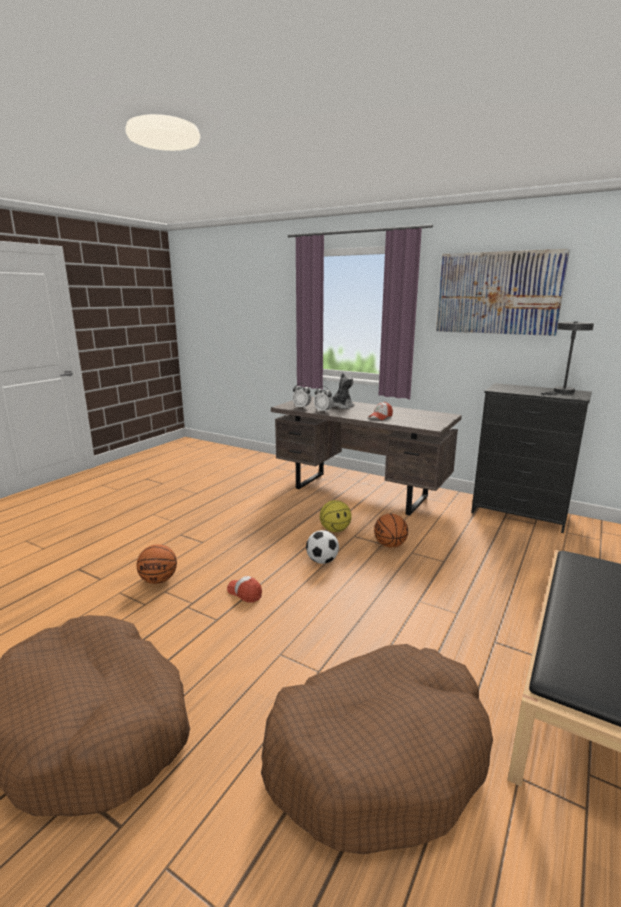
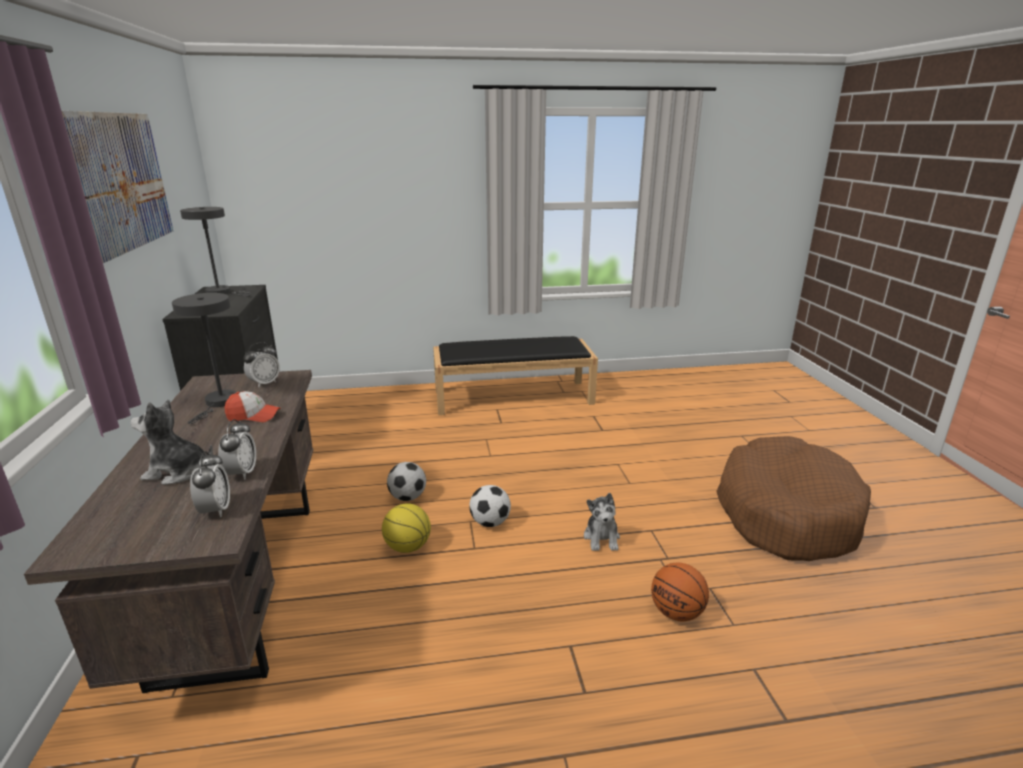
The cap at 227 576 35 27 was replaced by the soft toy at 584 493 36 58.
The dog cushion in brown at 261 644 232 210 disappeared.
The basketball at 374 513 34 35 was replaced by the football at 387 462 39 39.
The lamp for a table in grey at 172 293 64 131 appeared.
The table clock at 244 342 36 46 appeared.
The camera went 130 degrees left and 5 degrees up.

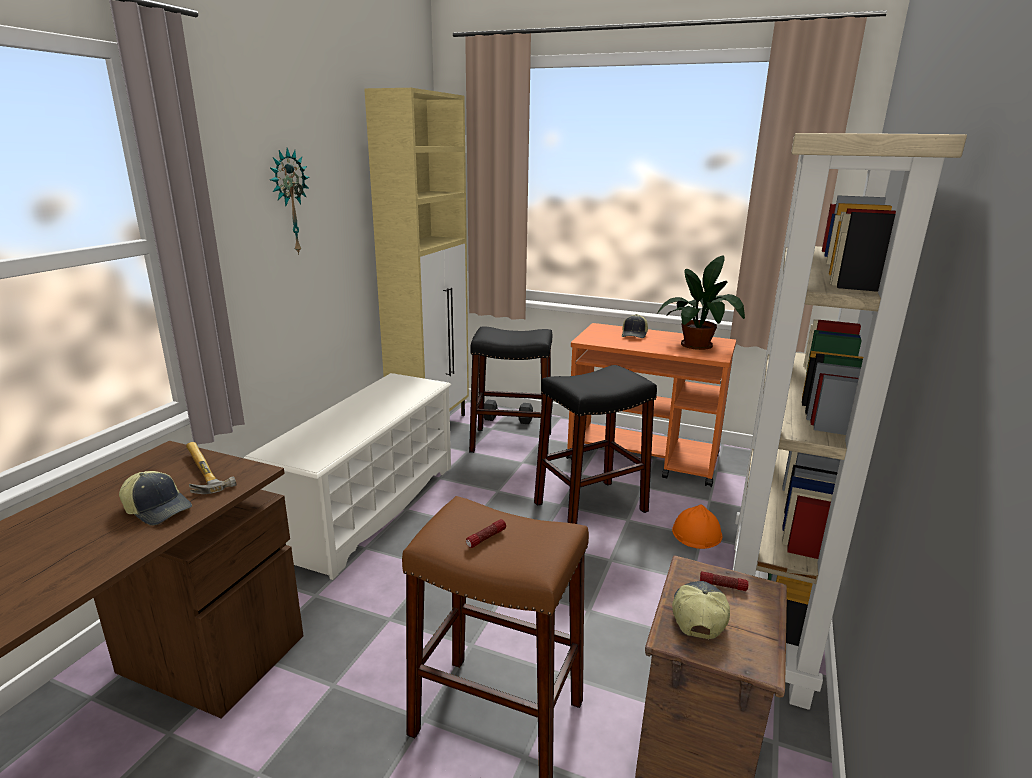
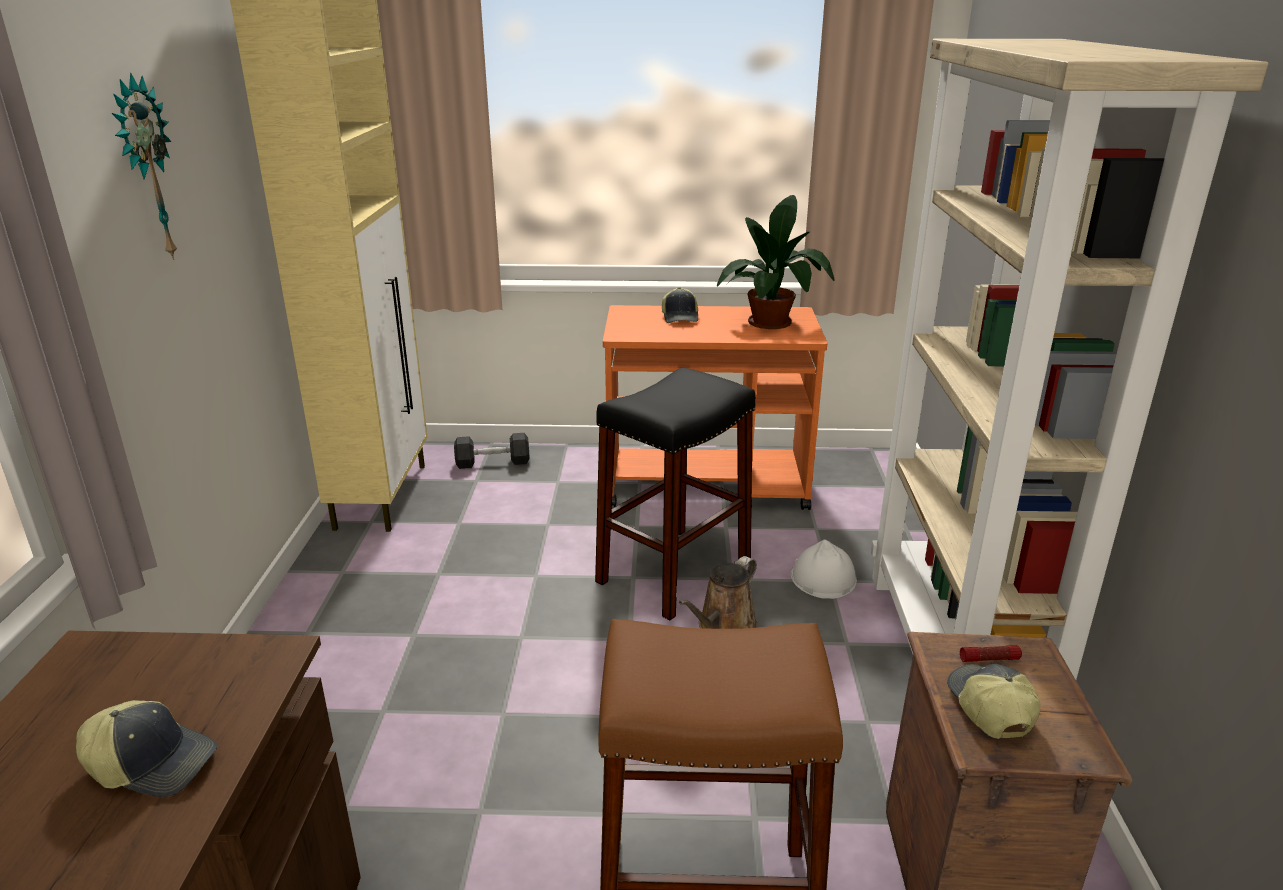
The hammer at 186 442 51 52 disappeared.
The shoe stand in white at 244 373 208 207 disappeared.
The torch at 466 519 40 29 disappeared.
The sitting stool in blackish at 469 326 83 127 disappeared.
The safety helmet in orange-coloured at 672 505 50 44 became the safety helmet in white at 791 539 66 60.
The watering can in brown at 679 556 79 73 appeared.
The camera went 20 degrees left and 5 degrees up.

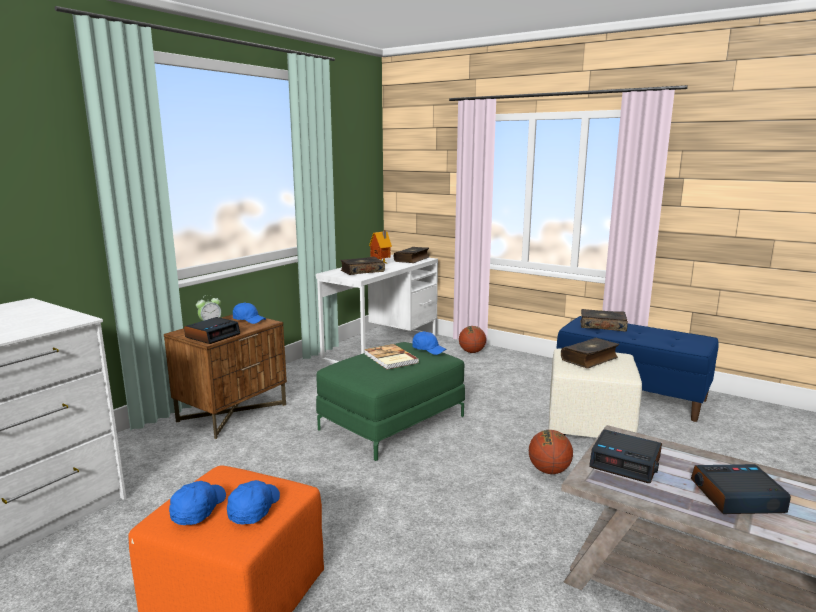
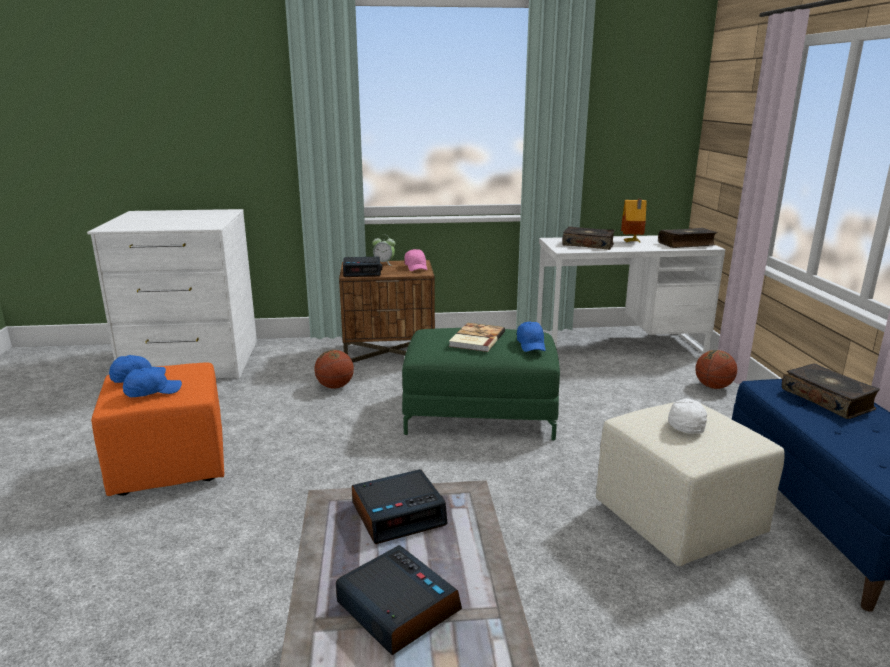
The cap in blue at 233 303 33 21 became the cap in pink at 404 249 23 22.
The basketball moved from 529 430 44 44 to 314 350 40 39.
The book at 561 338 58 30 was replaced by the cap in white at 668 398 39 36.
The table clock at 589 429 73 54 turned 105 degrees counterclockwise.
The camera went 50 degrees right and 5 degrees up.

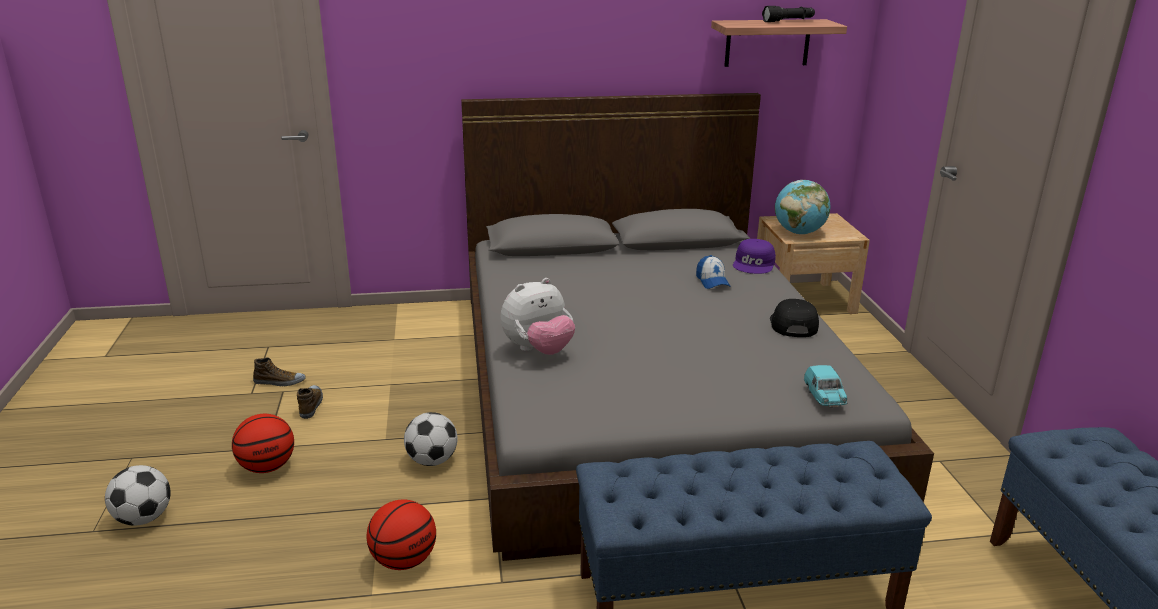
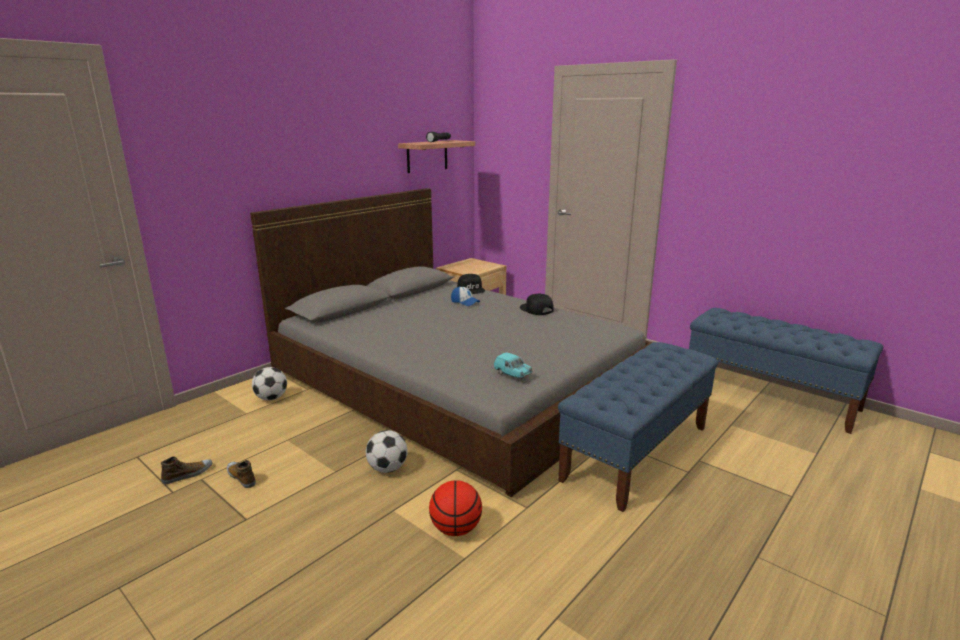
The football moved from 105 465 66 61 to 252 367 35 34.
The basketball at 232 414 62 59 disappeared.
The soft toy at 501 278 74 77 disappeared.
The cap in purplish at 733 239 43 35 became the cap in blackish at 457 274 28 20.
The desk globe at 775 180 55 55 disappeared.
The model car in turquoise moved from 804 365 44 43 to 494 353 38 25.
The camera went 40 degrees left and 5 degrees down.

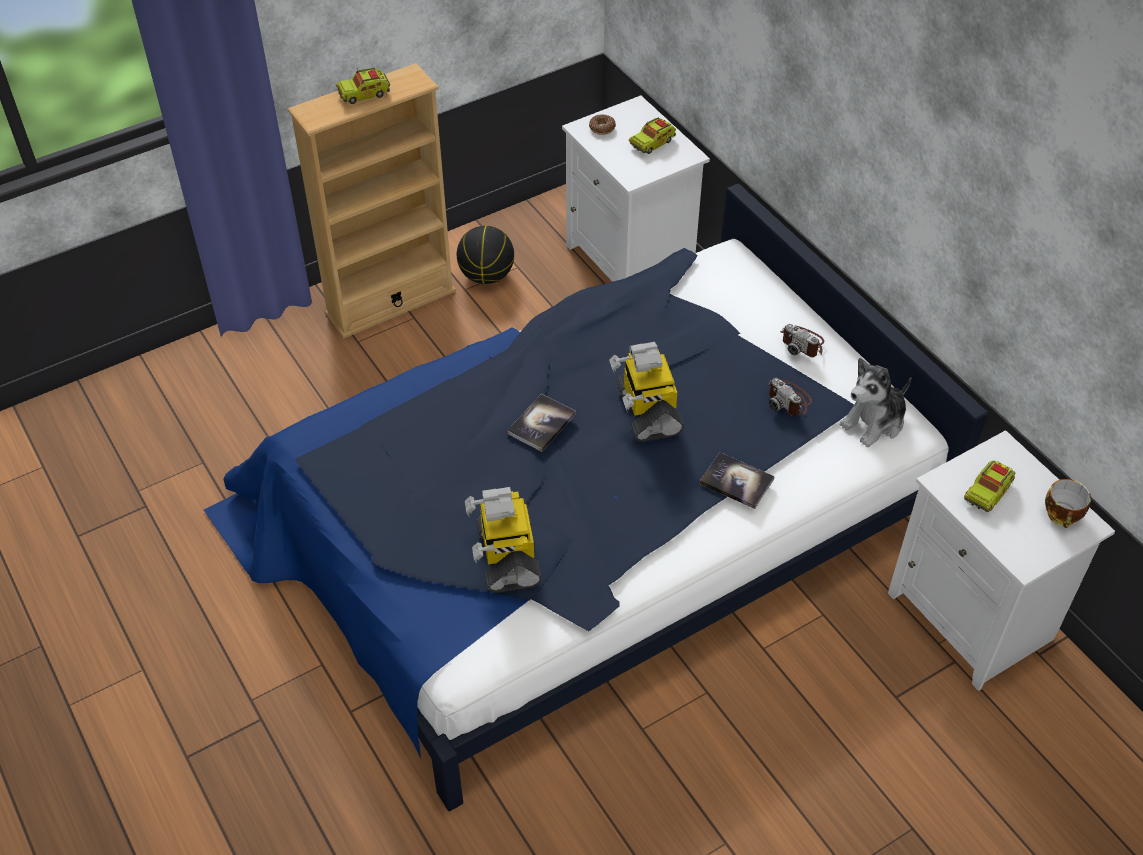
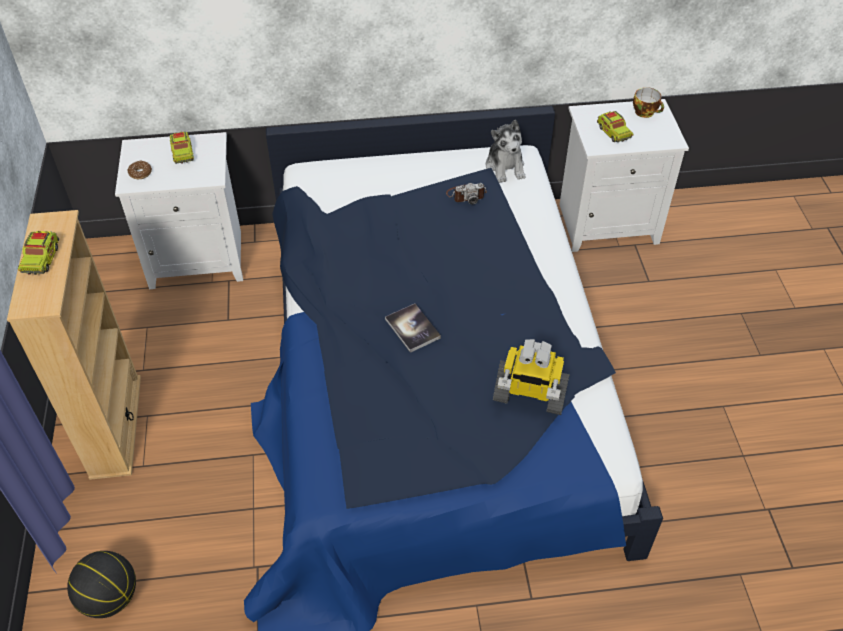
The basketball moved from 457 226 57 58 to 67 551 69 67.
The robot figure at 609 342 75 100 disappeared.
The book at 700 452 75 57 disappeared.
The photo camera at 780 324 44 33 disappeared.
The camera went 65 degrees left and 0 degrees up.

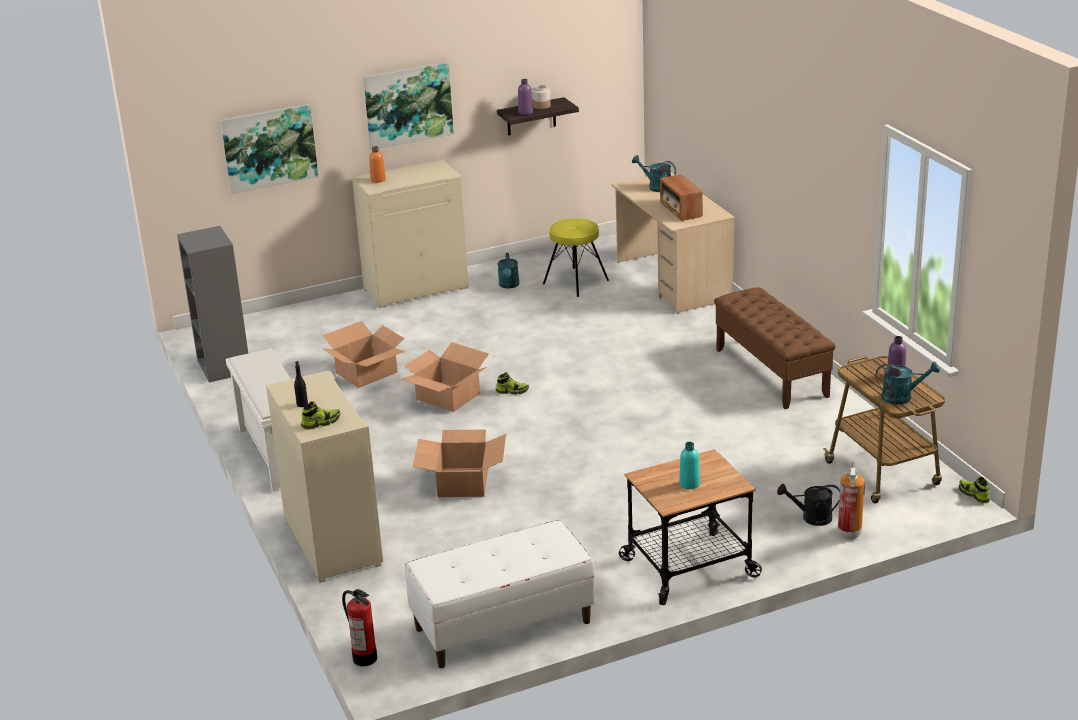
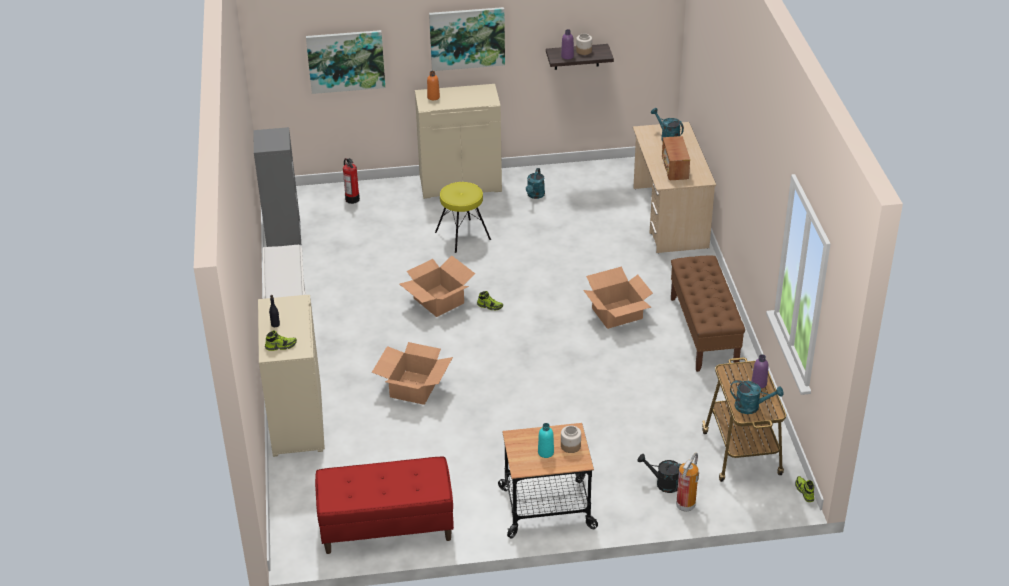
The packing box moved from 323 321 82 67 to 583 266 70 63.
The fire extinguisher moved from 342 589 35 77 to 343 158 17 46.
The indoor bench in white at 405 520 190 148 became the indoor bench in red at 315 457 139 97.
The sitting stool in yellow moved from 543 218 66 79 to 435 182 56 71.
The jar at 561 426 20 27 appeared.
The camera went 15 degrees right and 10 degrees up.

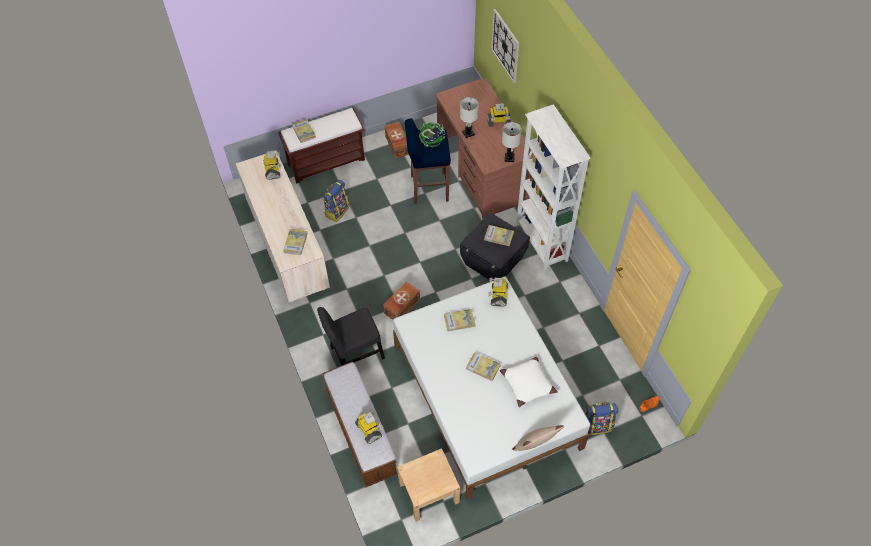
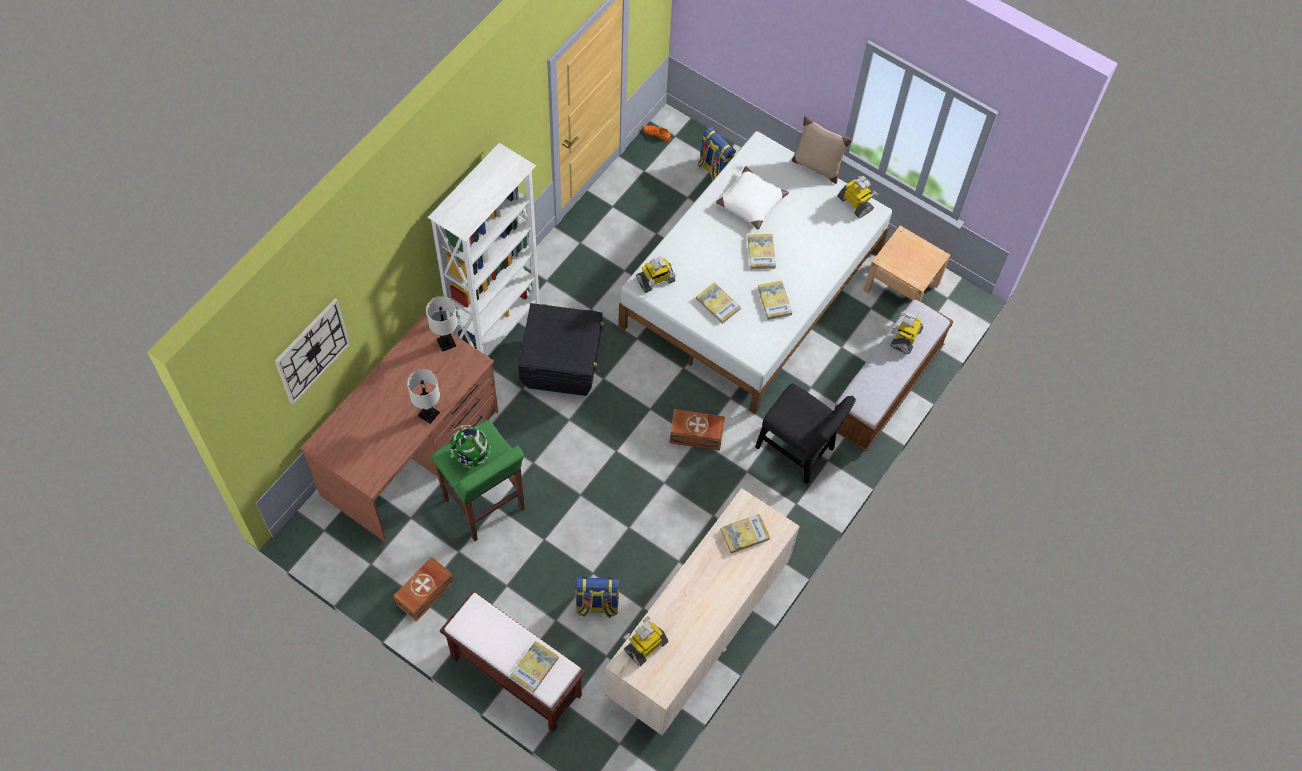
The sitting stool in blue at 405 119 46 85 became the sitting stool in greenish at 432 420 93 121.
The book moved from 484 225 30 21 to 758 280 34 40.
The robot figure moved from 487 103 24 24 to 838 176 40 42.
The camera went 125 degrees left and 5 degrees up.

